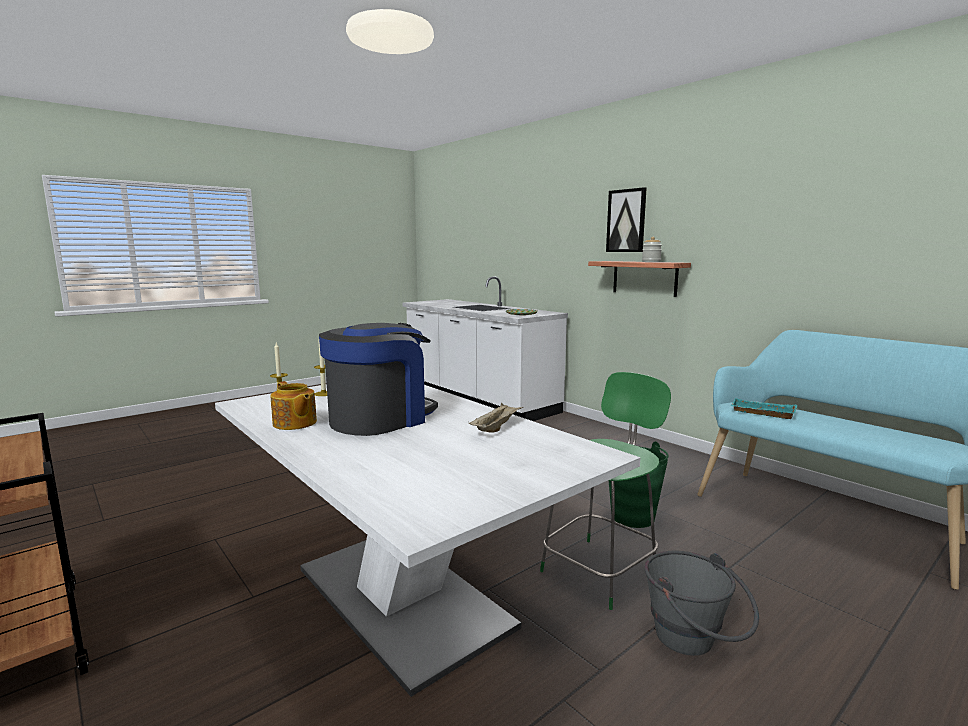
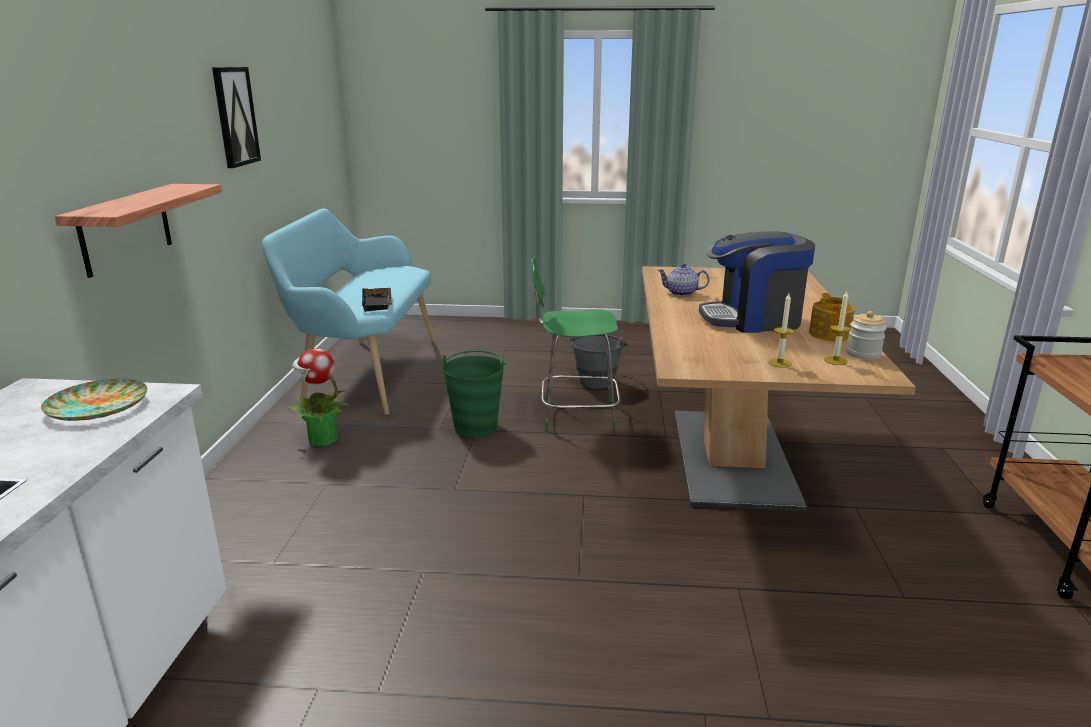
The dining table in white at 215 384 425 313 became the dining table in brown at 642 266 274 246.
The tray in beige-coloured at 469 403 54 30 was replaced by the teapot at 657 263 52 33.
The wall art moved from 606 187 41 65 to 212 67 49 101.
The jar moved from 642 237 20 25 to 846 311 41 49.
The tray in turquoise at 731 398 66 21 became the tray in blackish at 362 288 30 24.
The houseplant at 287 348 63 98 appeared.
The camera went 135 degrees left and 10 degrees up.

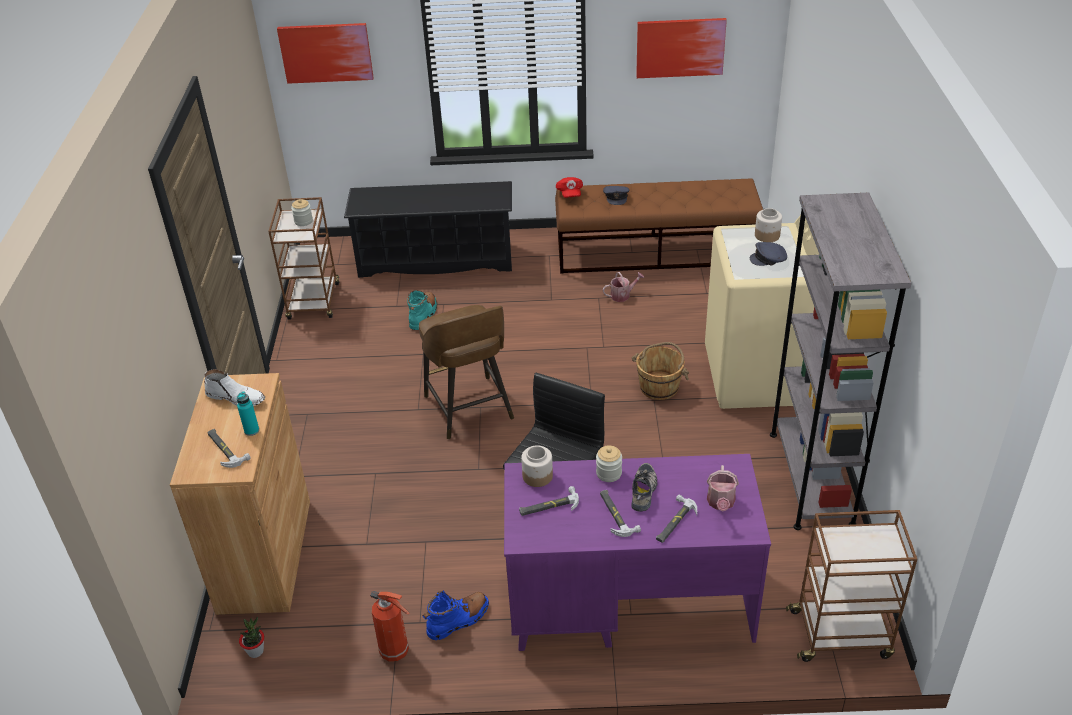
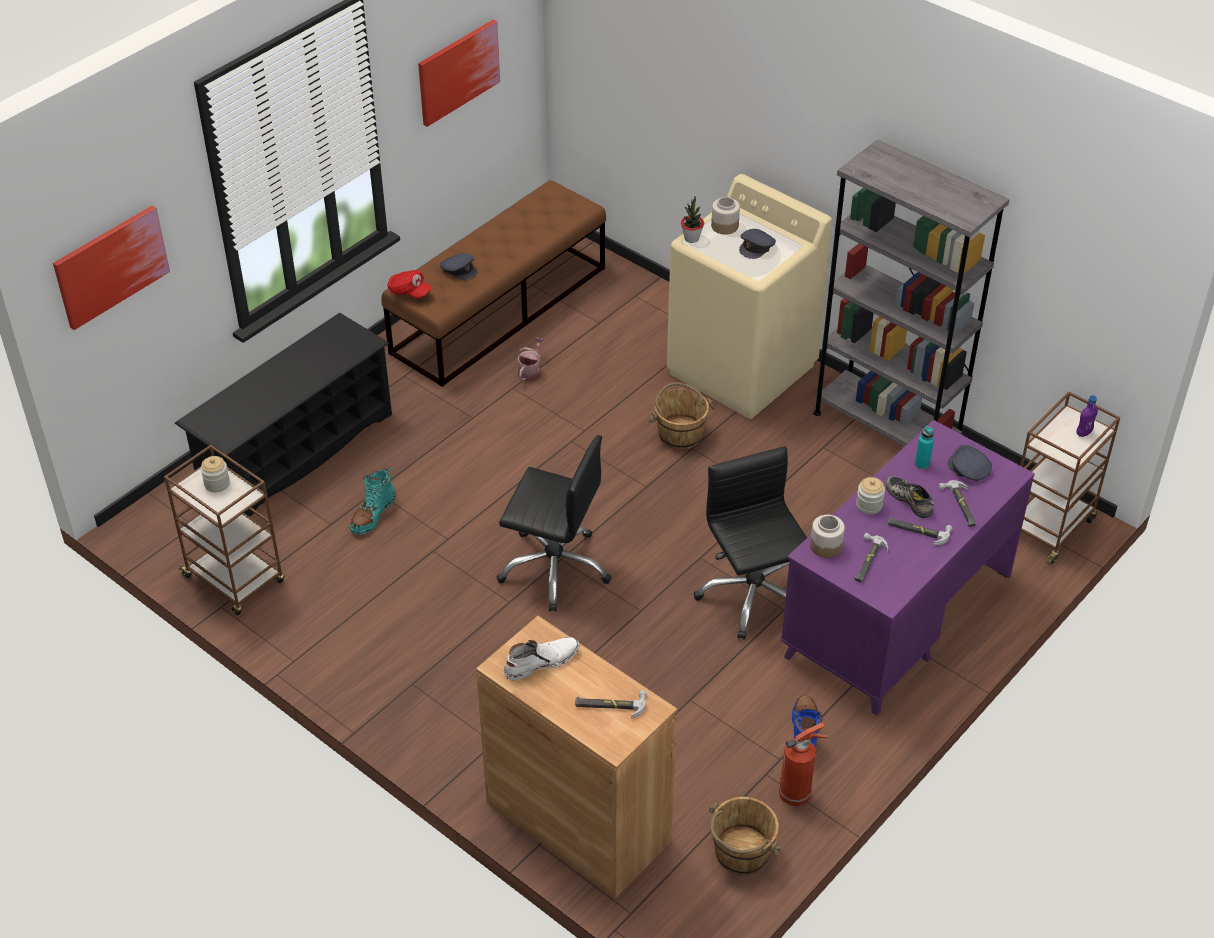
The bottle in turquoise moved from 237 391 22 45 to 915 426 19 43.
The houseplant moved from 239 617 25 41 to 681 196 23 47.
The boot in turquoise at 407 290 30 40 turned 120 degrees counterclockwise.
The sitting stool in brown at 419 305 95 134 was replaced by the computer chair in blackish at 496 435 116 177.
The watering can at 707 465 32 46 was replaced by the cap in grey at 947 445 45 36.
The water bucket in brown at 708 797 73 78 appeared.
The bottle in purplish at 1076 395 22 42 appeared.
The camera went 50 degrees left and 5 degrees up.

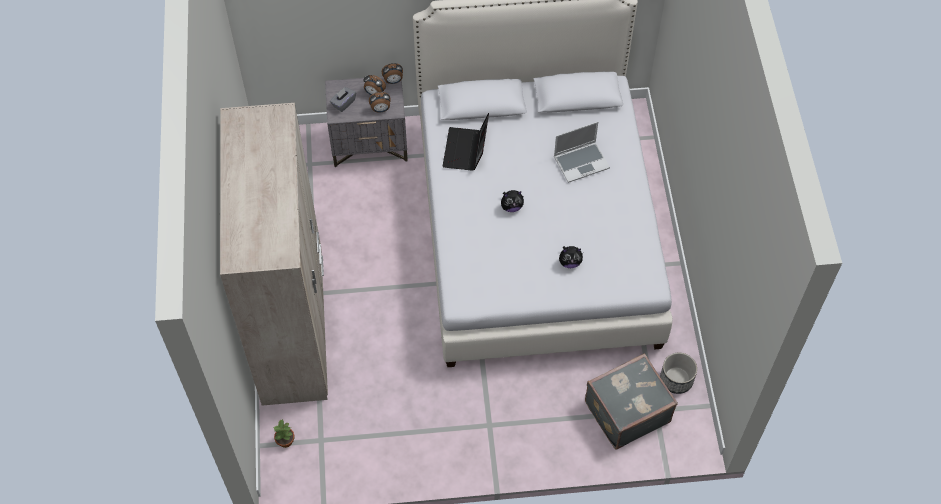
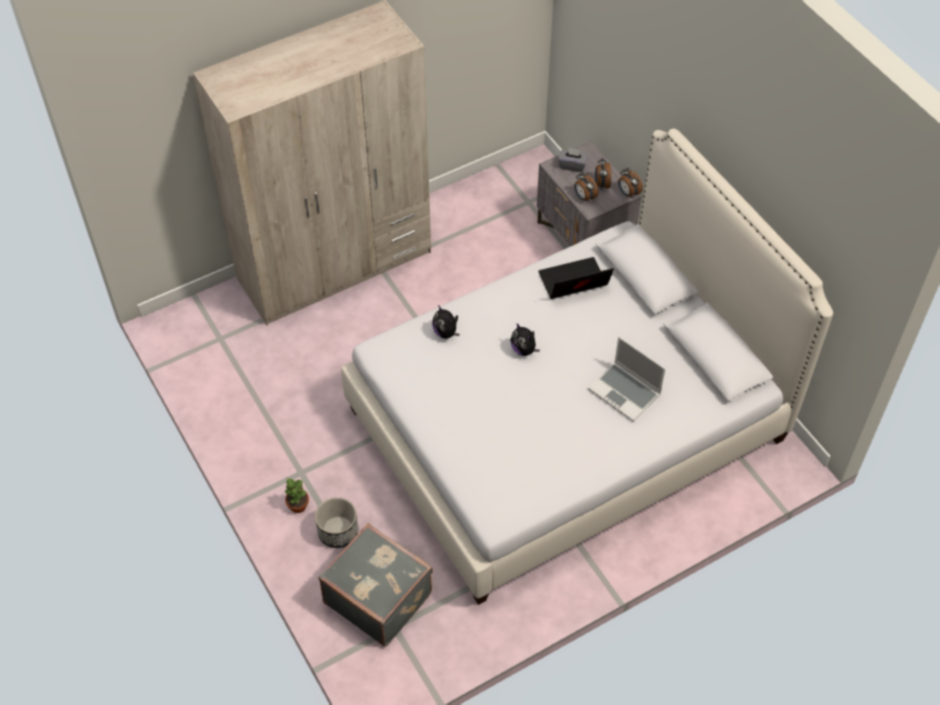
The houseplant moved from 273 419 22 29 to 285 478 24 35.
The soft toy moved from 559 246 25 22 to 432 305 27 34.
The planter moved from 660 353 37 41 to 315 497 43 51.
The camera went 65 degrees right and 5 degrees down.

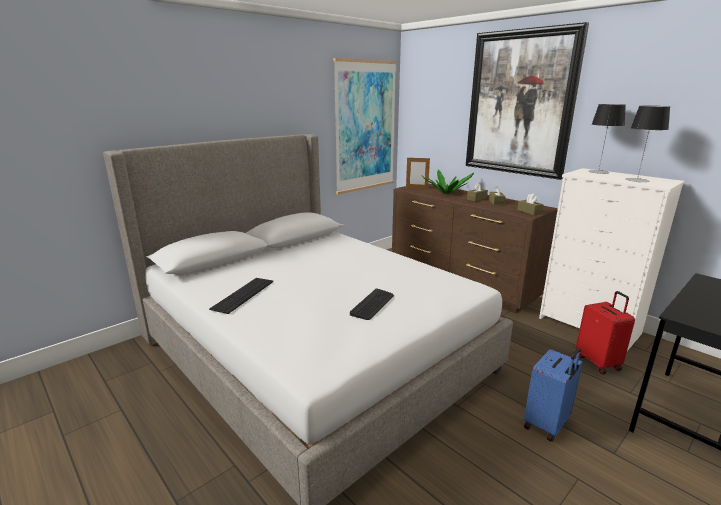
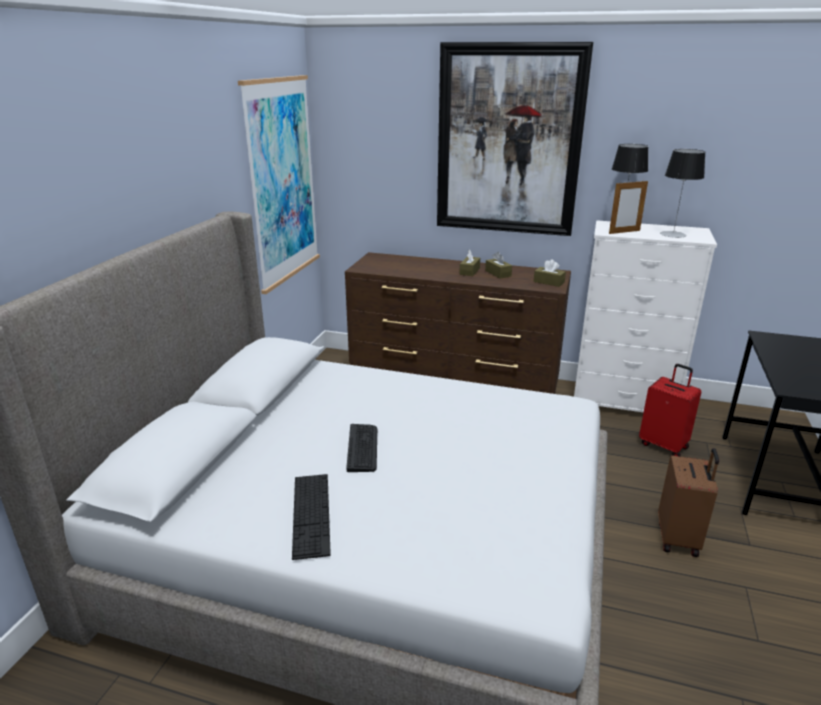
The keyboard moved from 350 288 44 32 to 347 424 30 48.
The photo frame moved from 406 158 24 30 to 609 181 39 53.
The houseplant at 421 169 53 25 disappeared.
The travel case in blue at 524 348 59 94 became the travel case in brown at 658 448 61 109.
The camera went 30 degrees left and 5 degrees up.

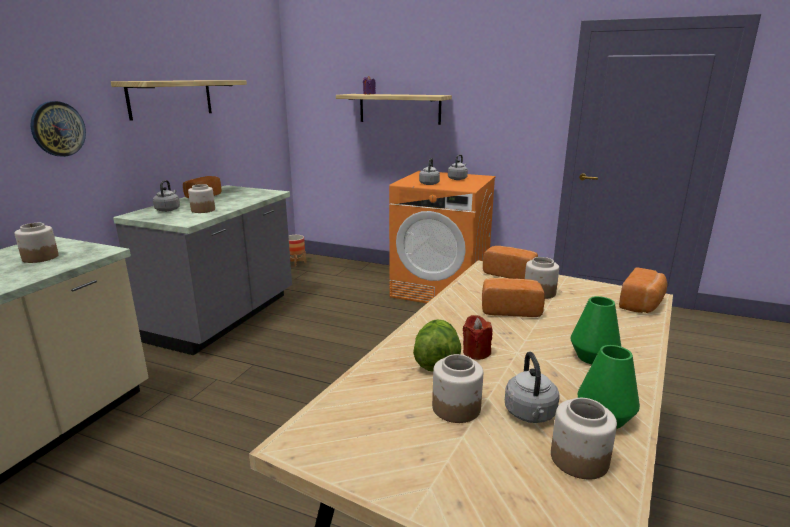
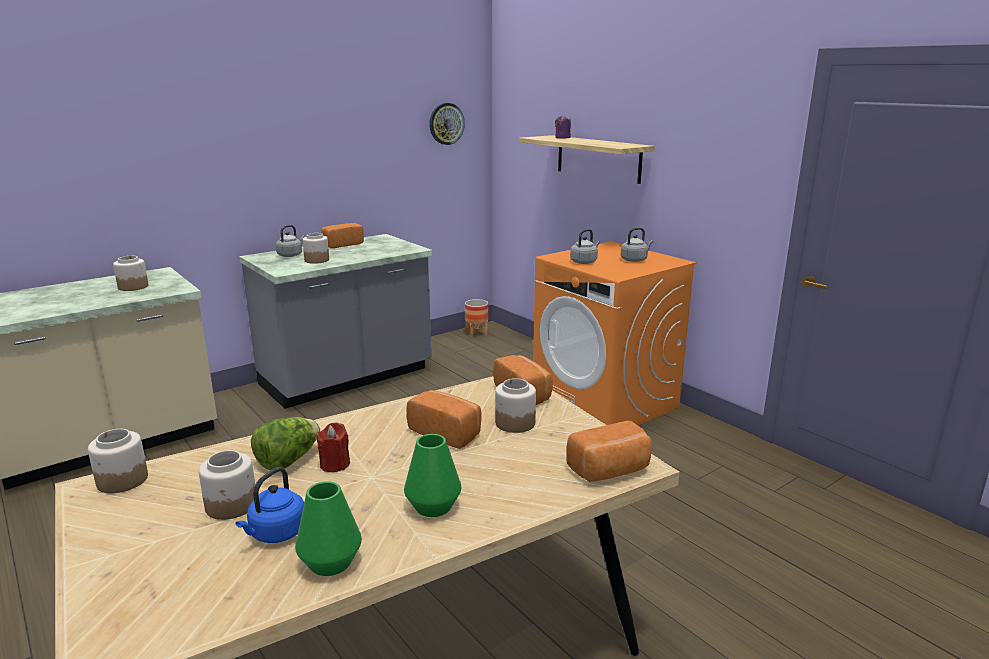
The clock on the wall moved from 30 101 56 56 to 429 103 36 42.
The shelf at 111 80 136 41 disappeared.
The kettle in grey at 505 352 55 71 became the kettle in blue at 236 467 68 76.
The jar moved from 551 398 66 81 to 88 429 60 64.
The camera went 30 degrees right and 0 degrees up.

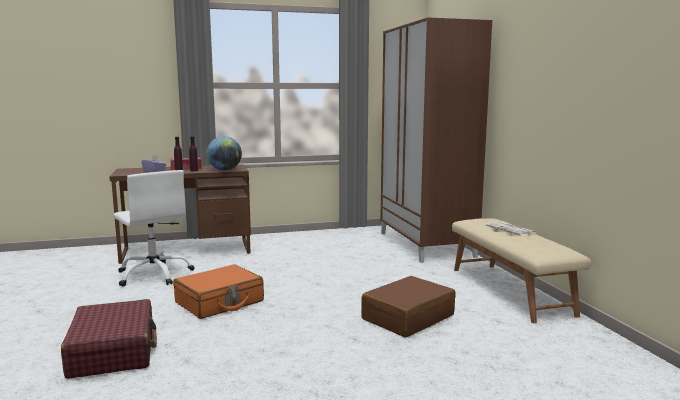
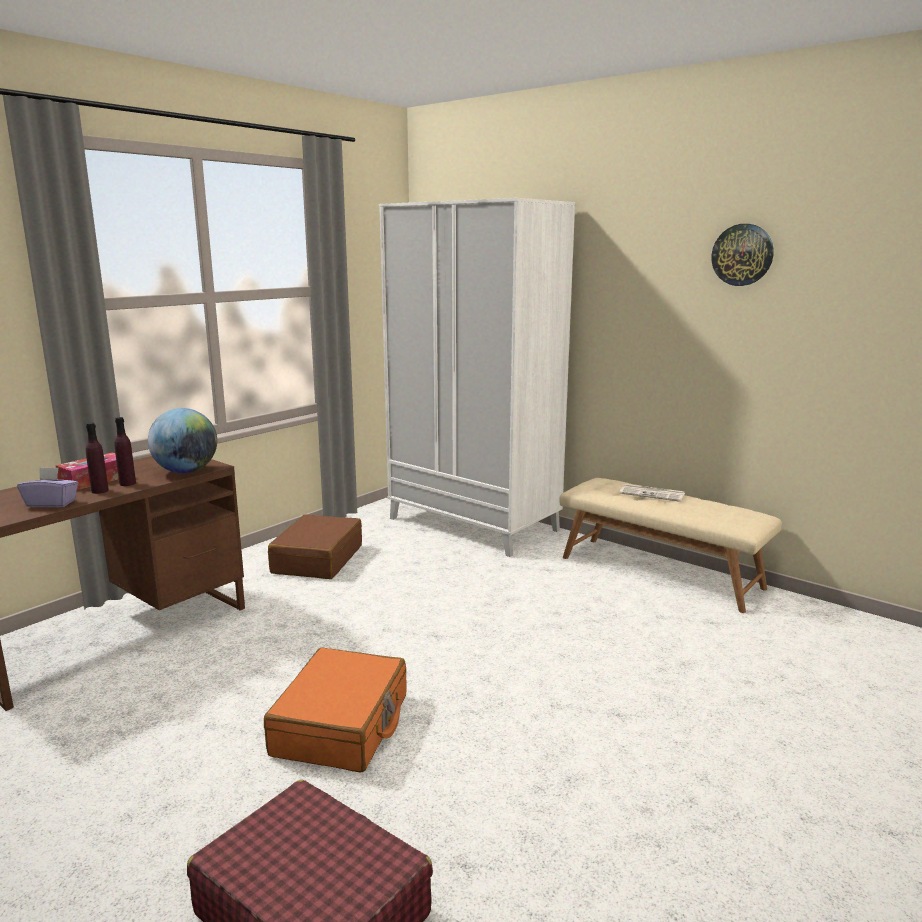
The computer chair in white at 113 170 81 117 disappeared.
The travel case in brown moved from 361 276 95 62 to 268 514 94 65.
The wardrobe in brown at 380 17 112 246 became the wardrobe in white at 379 198 196 359.
The clock on the wall at 712 224 62 62 appeared.
The camera went 35 degrees left and 5 degrees up.

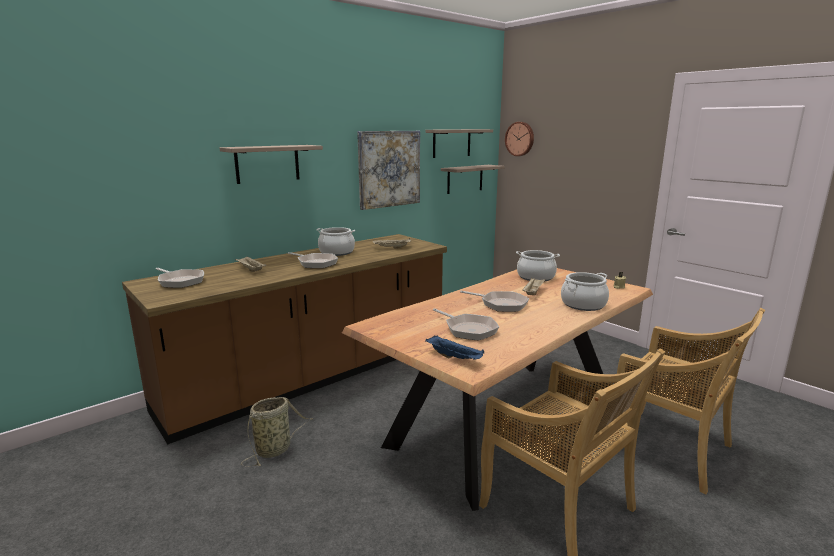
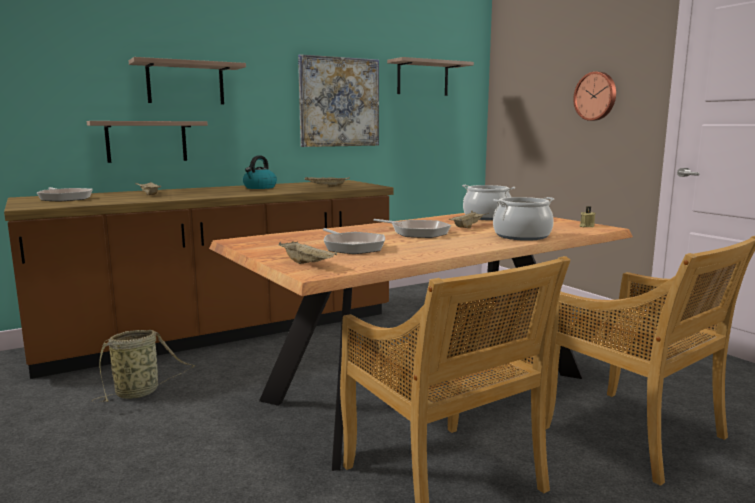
The pan at 288 252 50 16 disappeared.
The cooking pot at 316 227 39 29 was replaced by the kettle at 243 156 34 33.
The tray in blue at 425 336 59 24 became the tray in beige-coloured at 279 241 58 23.
The shelf moved from 441 165 64 29 to 87 121 121 42.
The clock on the wall moved from 505 122 29 34 to 573 72 43 49.
The camera went 10 degrees right and 5 degrees down.

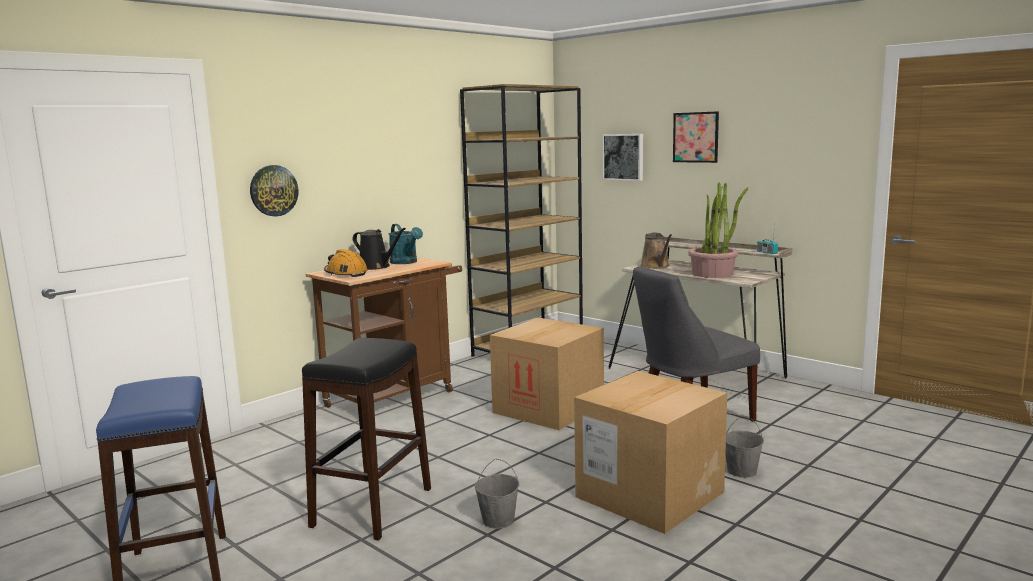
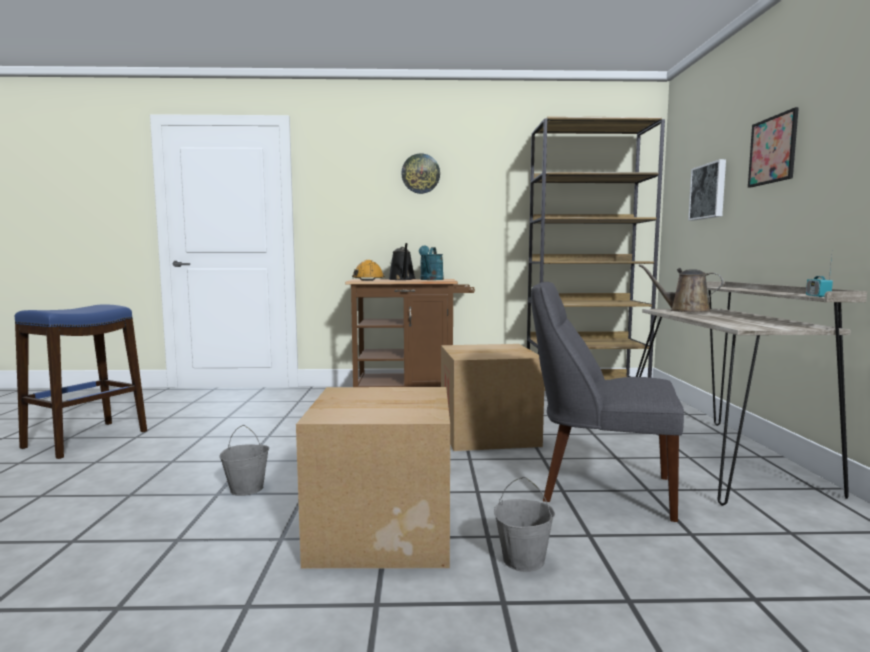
The clock on the wall moved from 250 165 49 51 to 401 154 39 40.
The sitting stool in blackish at 302 338 129 203 disappeared.
The watering can in brown at 640 233 32 36 turned 90 degrees clockwise.
The houseplant at 688 183 60 95 disappeared.
The camera went 45 degrees right and 5 degrees down.

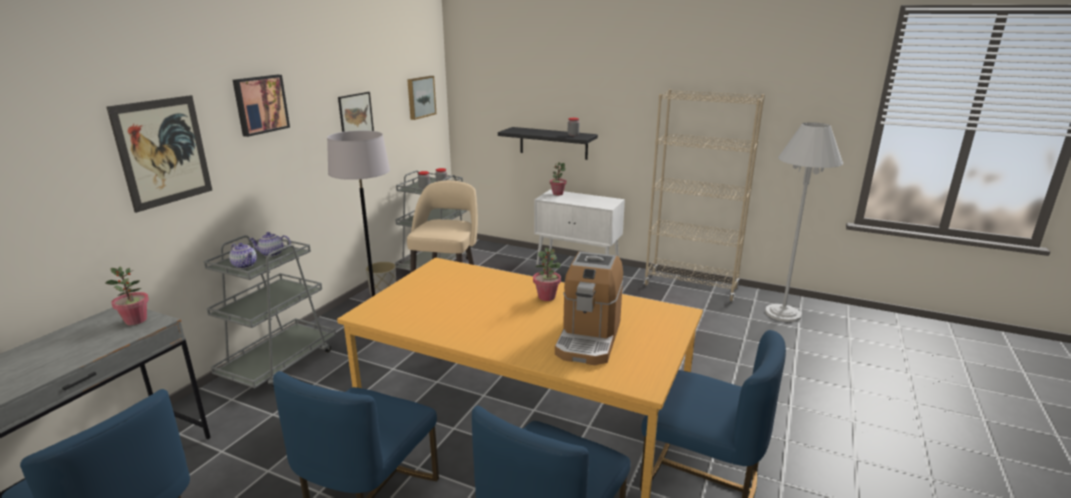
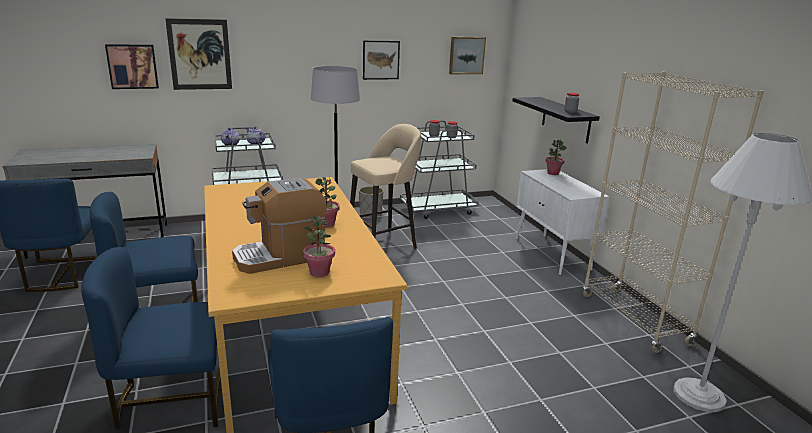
The houseplant moved from 105 267 44 58 to 303 215 32 62.
The wall art moved from 233 75 57 62 to 105 44 54 45.
The camera went 45 degrees right and 0 degrees up.

